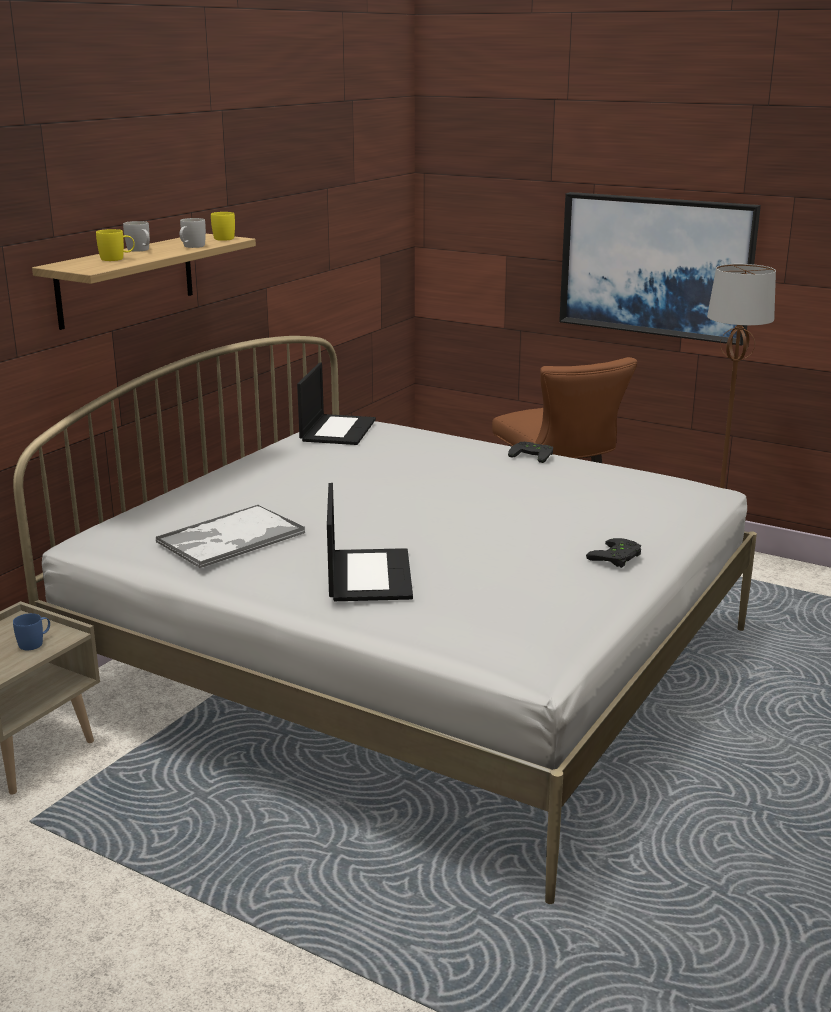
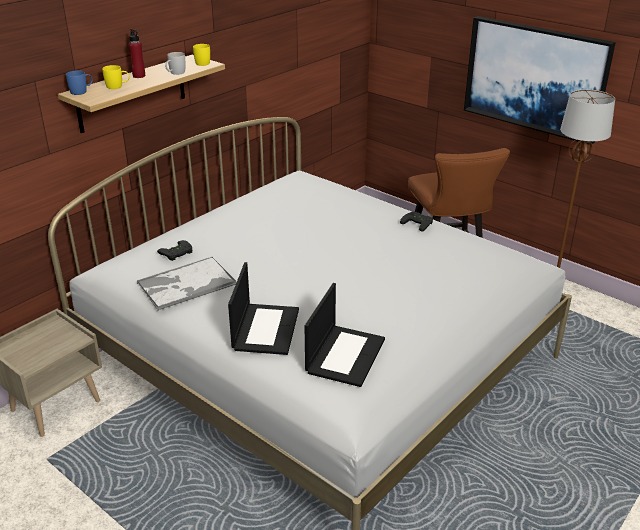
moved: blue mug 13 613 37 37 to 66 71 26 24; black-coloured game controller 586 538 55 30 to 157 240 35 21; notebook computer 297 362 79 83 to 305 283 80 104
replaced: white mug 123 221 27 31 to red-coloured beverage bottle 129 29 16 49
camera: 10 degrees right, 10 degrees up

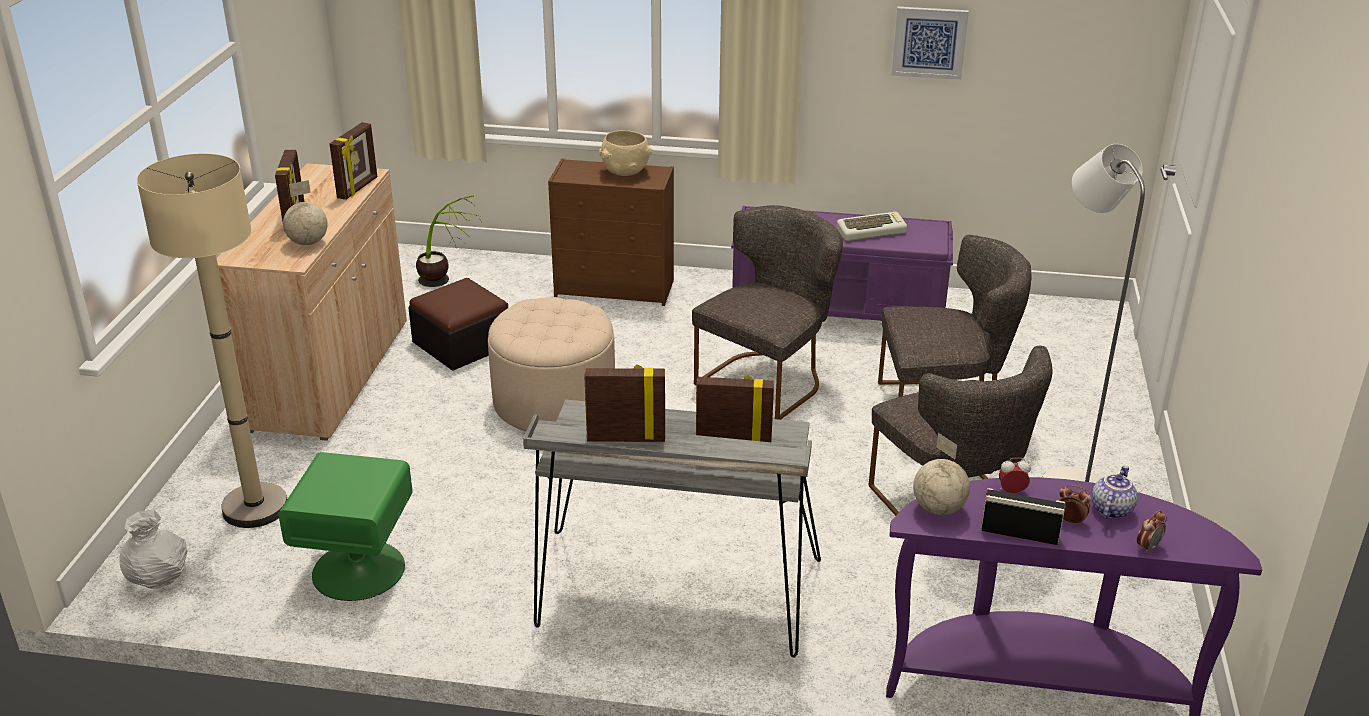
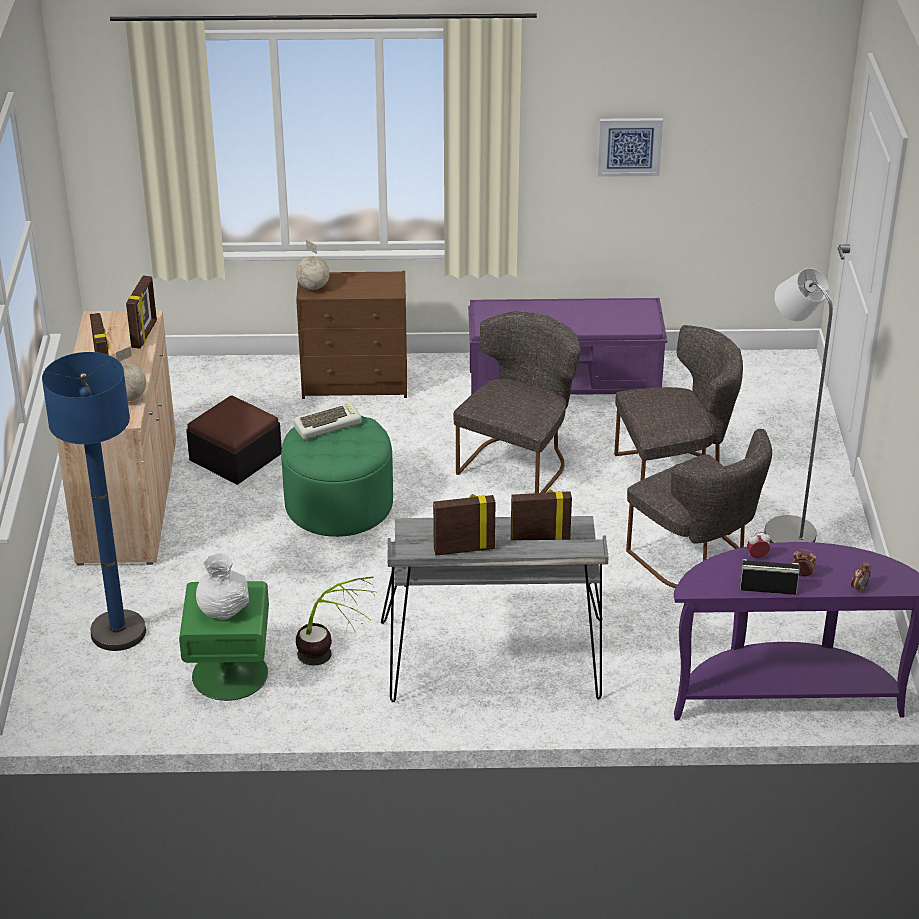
removed: beige-coloured deep dish 599 130 54 46; tea pot 1092 466 46 53
moved: white decorative vase 119 510 68 79 to 196 553 53 67; PC keyboard 837 212 70 29 to 294 402 68 37; globe 913 433 57 82 to 296 240 34 50; potted plant 416 195 66 92 to 296 577 82 89
recoloured: beige-coloured standing lamp 137 153 150 375 to blue standing lamp 42 352 104 299; beige-coloured footrest 488 297 127 134 to green-coloured footrest 281 416 112 121
camera: 10 degrees left, 5 degrees up

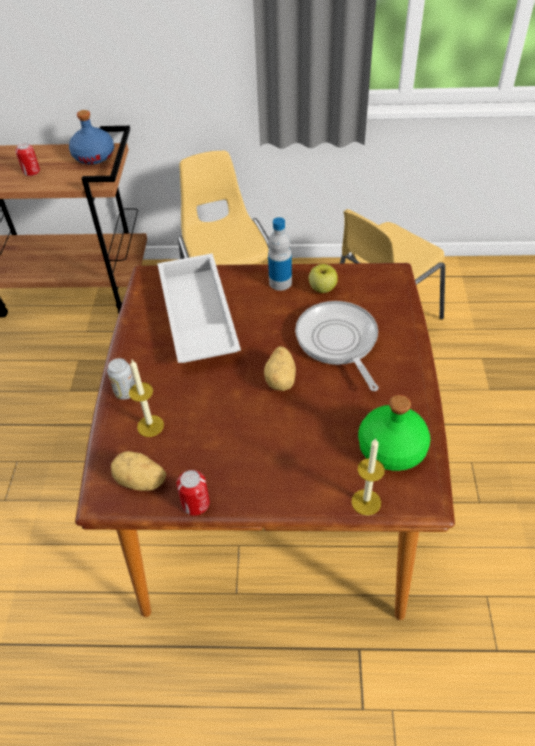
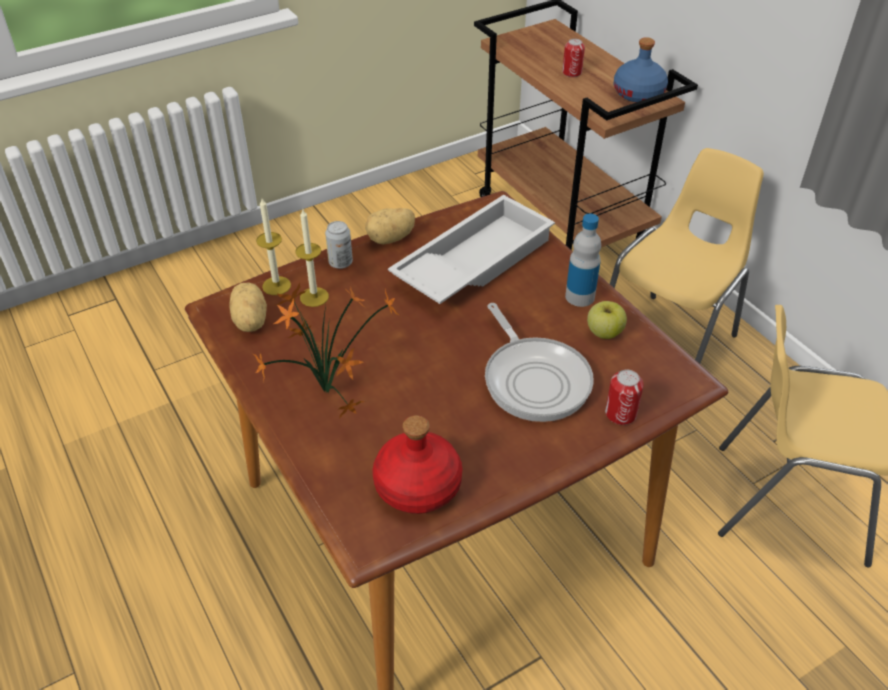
added: potted plant 253 283 146 136
moved: wax light 351 439 34 77 to 256 198 35 97; whole potato 264 346 32 45 to 365 208 50 36; sealed can 176 470 34 46 to 605 370 39 55
recoloured: green-coloured beverage bottle 358 395 72 76 to red-coloured beverage bottle 373 415 90 99
turned: pan 295 301 84 90 = 485 303 109 119 120 degrees clockwise
camera: 55 degrees right, 5 degrees down

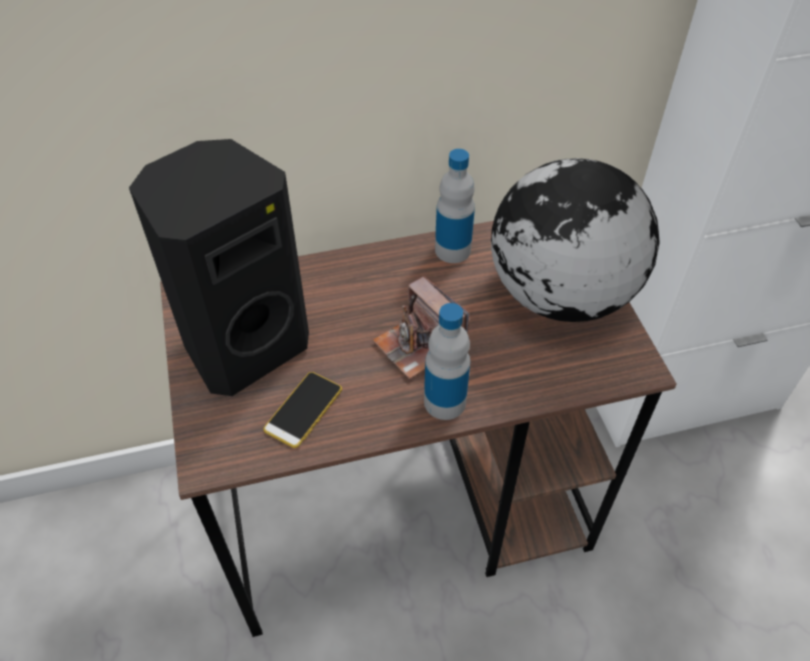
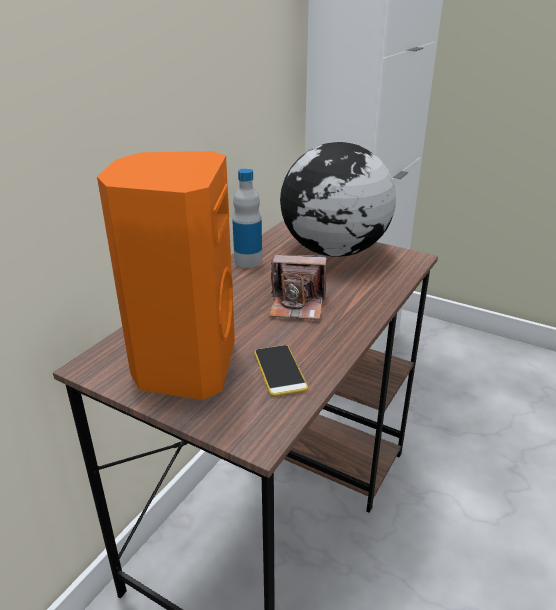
removed: beverage bottle 424 303 46 117
recoloured: black-coloured loudspeaker 129 139 180 257 to orange-coloured loudspeaker 97 151 138 249
camera: 45 degrees left, 20 degrees down

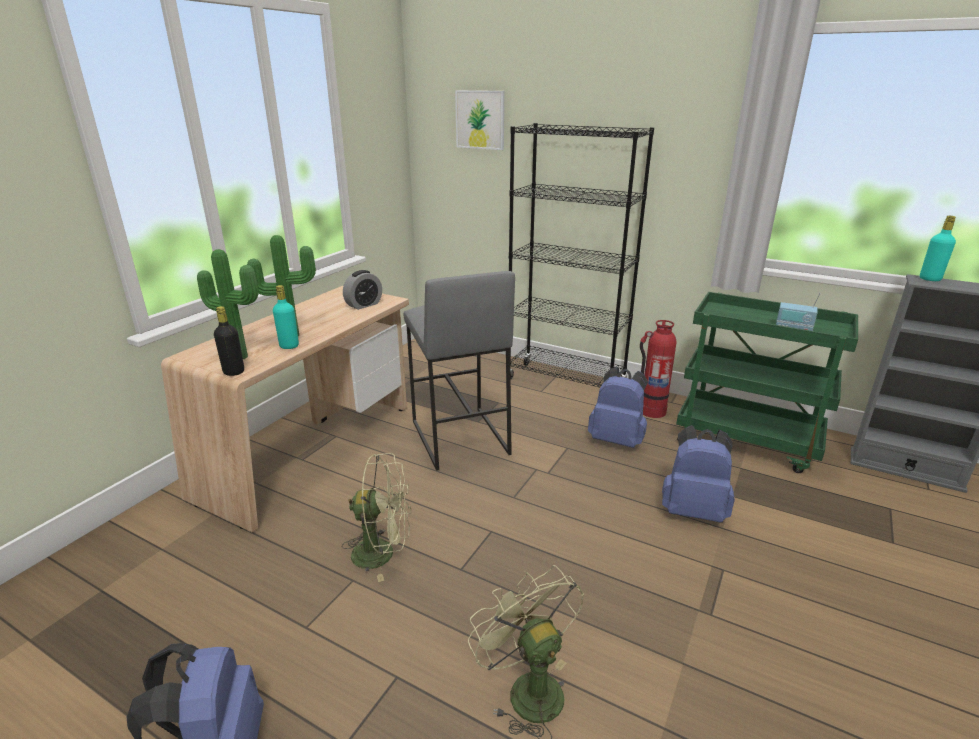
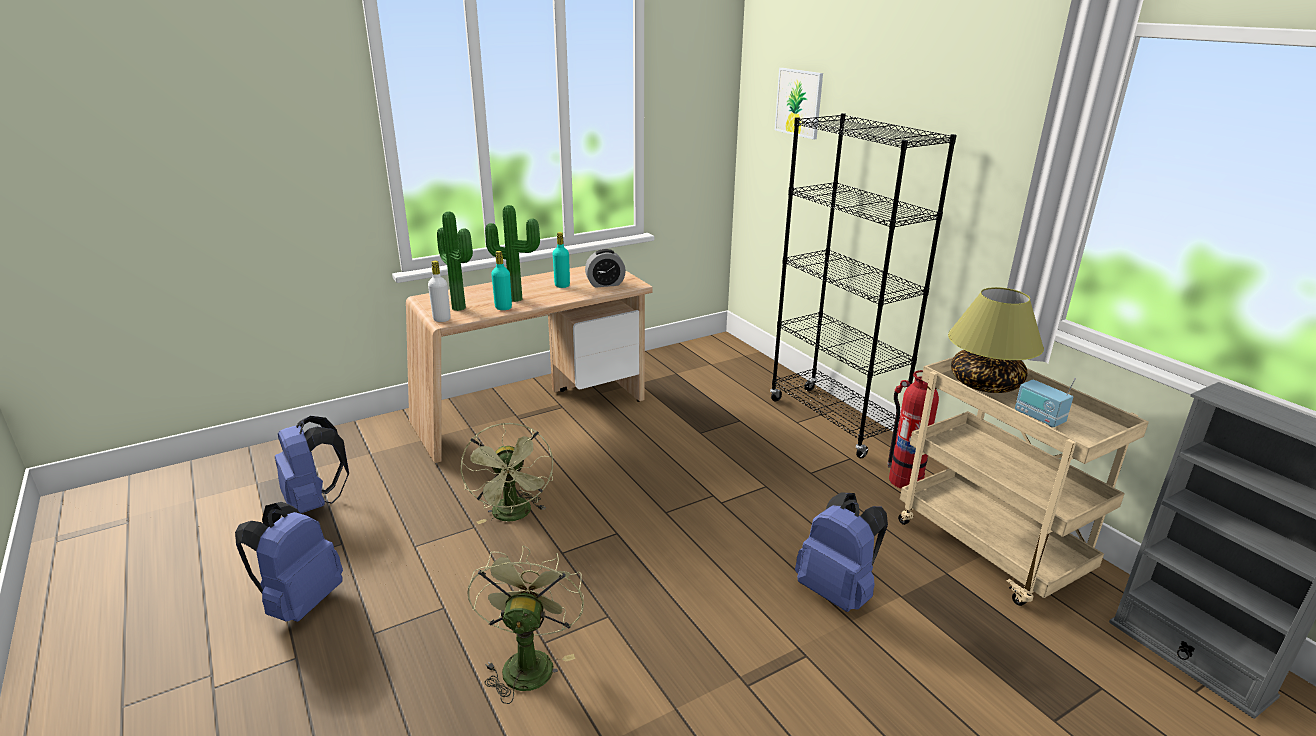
removed: greyish sitting stool 404 271 111 200
added: lamp for a table 948 287 96 106
moved: blue knapsack 588 367 60 81 to 275 416 74 98; blue-green beverage bottle 920 216 36 65 to 553 232 17 56
recoloured: black-coloured beverage bottle 214 306 30 70 to white beverage bottle 428 260 23 62; green-coloured trolley 676 292 182 181 to beige-coloured trolley 898 357 251 249
turned: green-coloured fan 342 453 69 129 = 461 423 92 101 45 degrees clockwise
camera: 30 degrees right, 0 degrees up

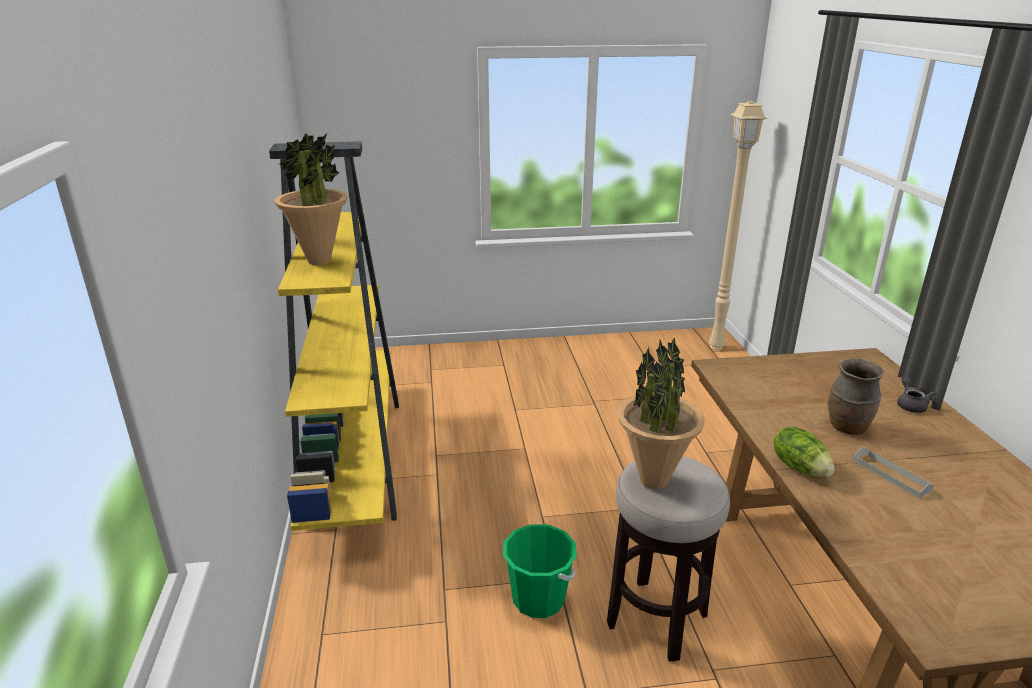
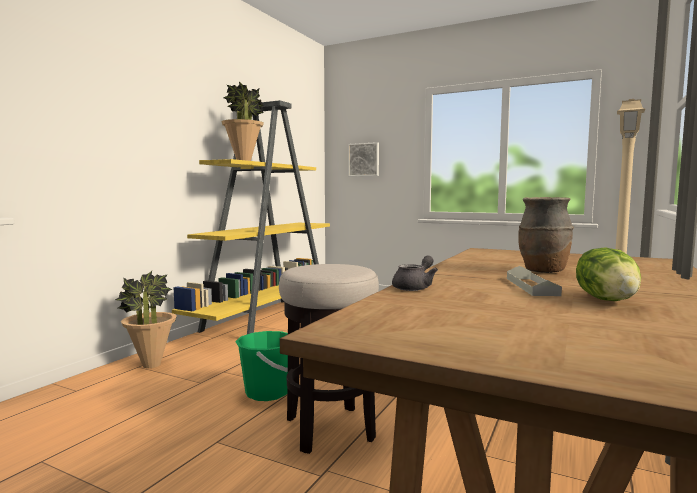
added: wall art 348 142 31 34
moved: potted plant 617 337 88 153 to 115 271 61 97; greyish tea pot 897 376 38 37 to 392 256 46 35; head of lettuce 773 427 62 50 to 576 247 65 54
camera: 35 degrees right, 20 degrees down

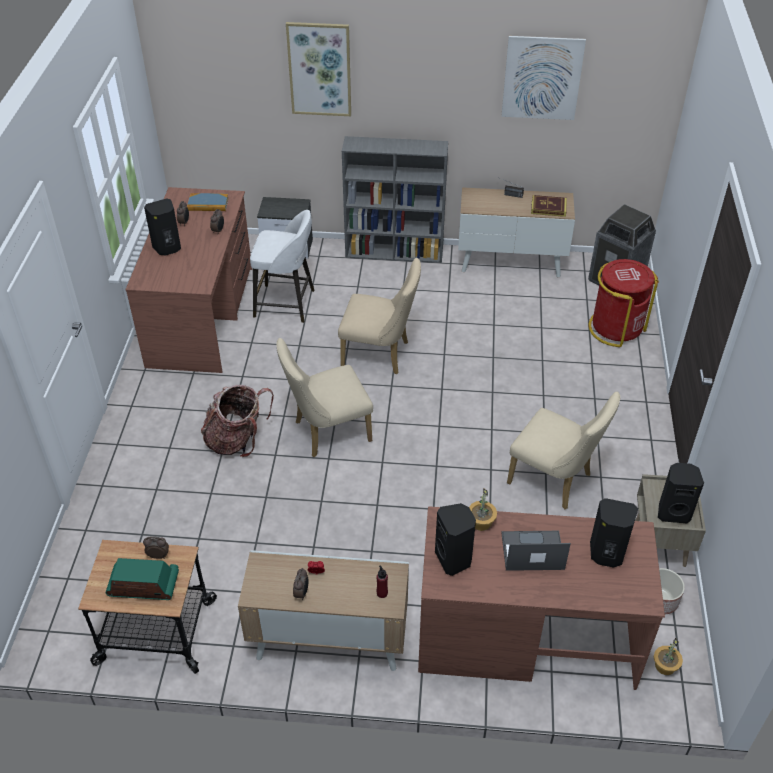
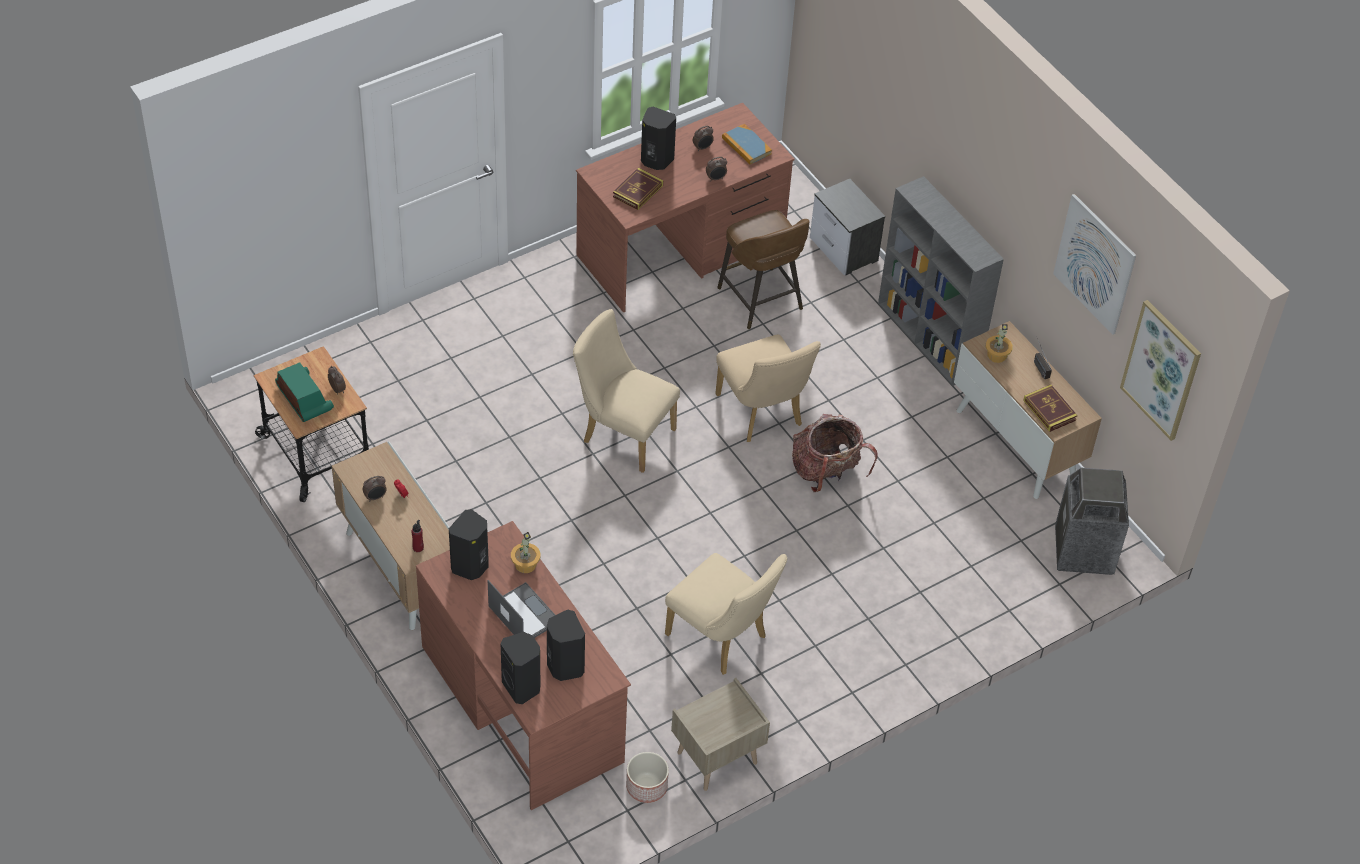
removed: red-coloured rubbish bin 589 259 70 88
added: book 613 167 50 43
moved: black-coloured loudspeaker 658 463 46 61 to 501 632 39 72; knapsack 201 385 73 72 to 792 414 86 78; potted plant 654 638 29 37 to 986 324 27 39; wall art 286 22 65 94 to 1120 300 81 141
recoloured: white sitting stool 250 210 65 113 to brownish sitting stool 717 210 93 119
turned: beige-coloured chair 507 392 113 117 = 665 553 123 122 45 degrees counterclockwise
camera: 50 degrees right, 5 degrees up

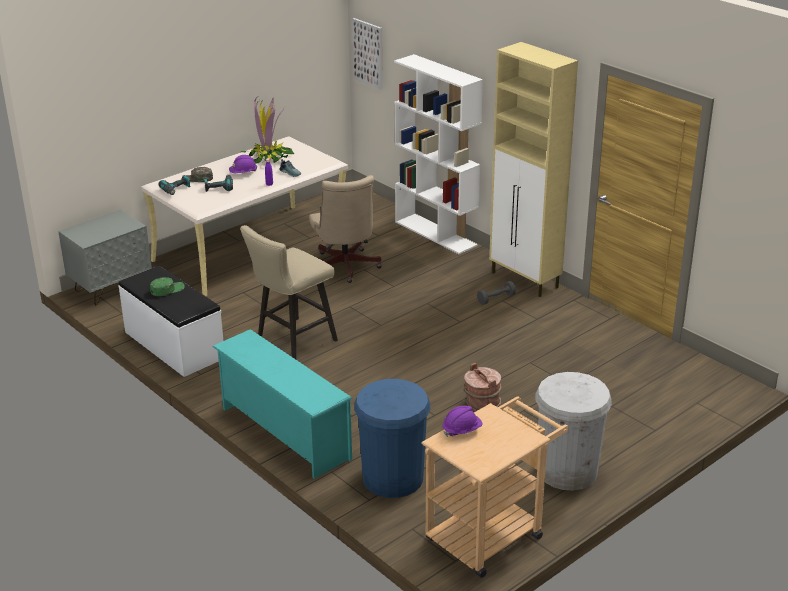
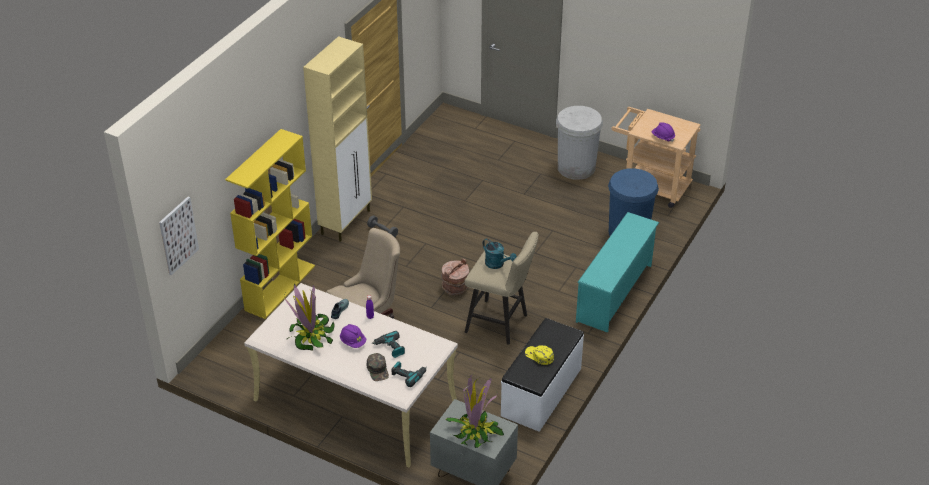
added: potted plant 445 375 59 73; blue-green watering can 483 238 34 31
moved: brownish bucket 463 363 38 49 to 441 259 28 36
recoloured: white bookshelf 394 54 89 200 to yellowish bookshelf 225 129 90 190; green-coloured cap 150 277 35 19 to yellowish cap 525 345 29 20
camera: 110 degrees left, 10 degrees up

